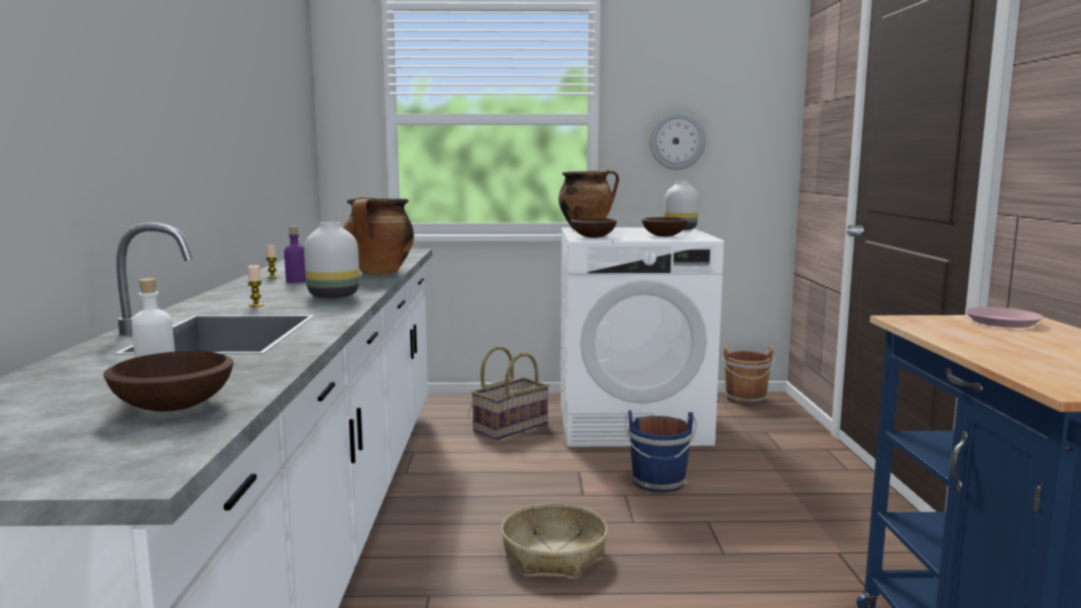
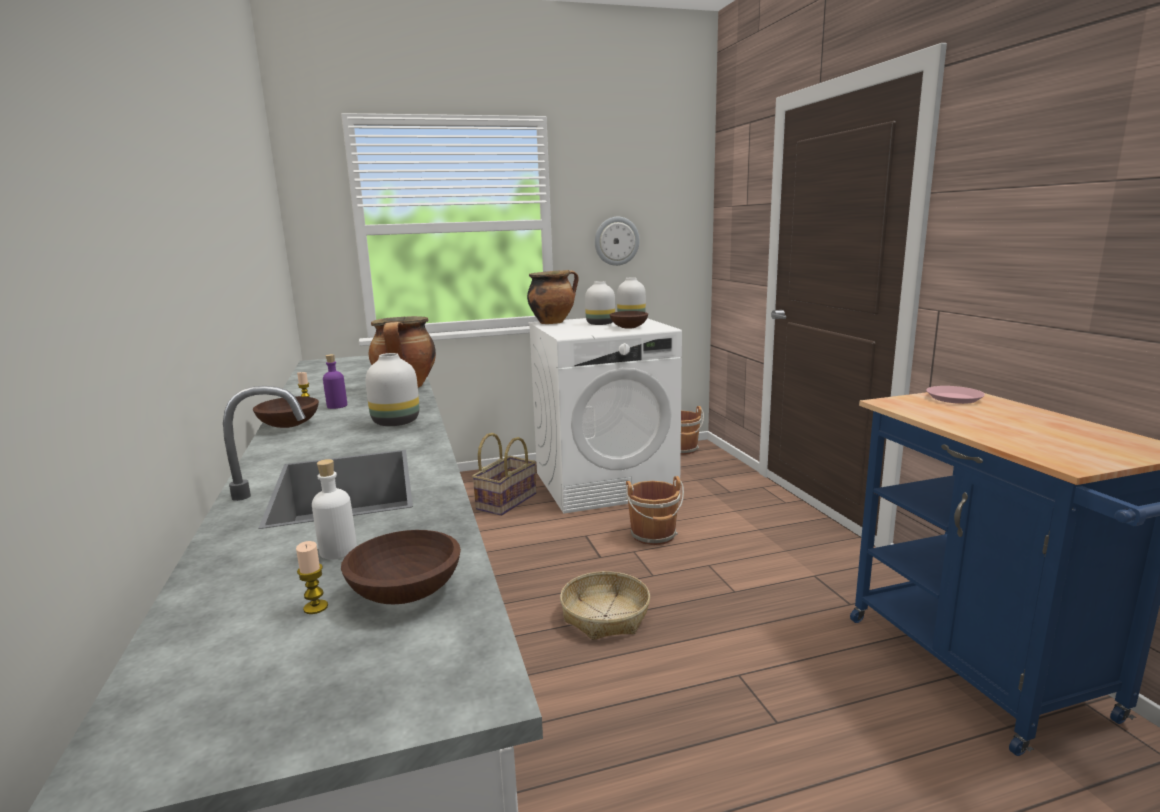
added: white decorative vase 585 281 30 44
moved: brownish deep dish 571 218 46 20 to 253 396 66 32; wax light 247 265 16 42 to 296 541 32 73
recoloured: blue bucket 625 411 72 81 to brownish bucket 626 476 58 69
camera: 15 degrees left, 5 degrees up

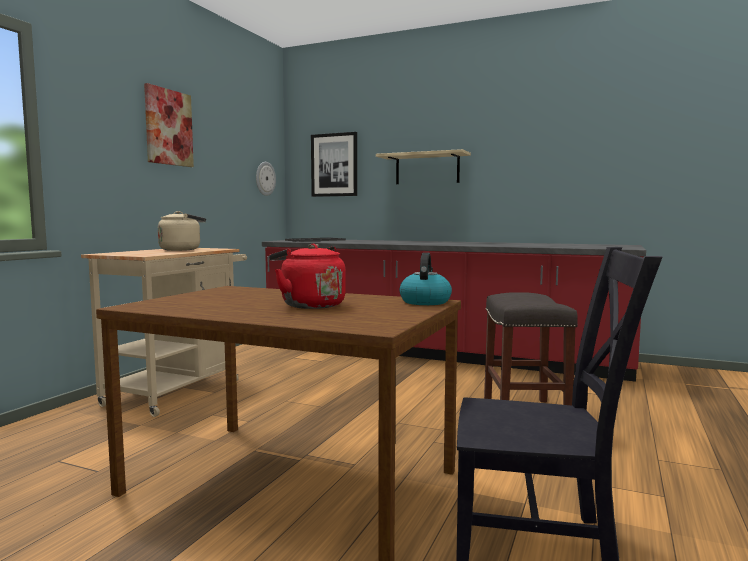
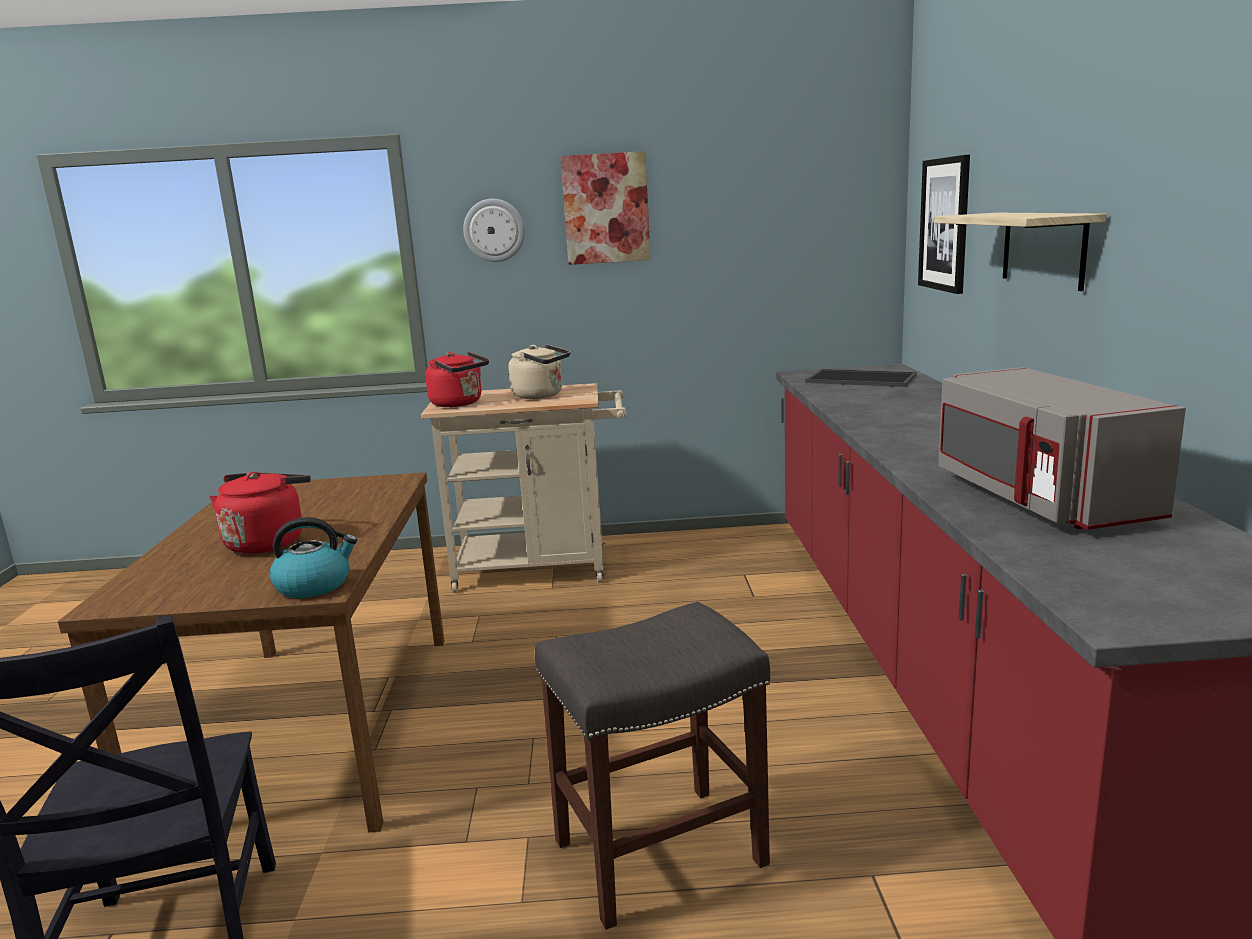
added: red-coloured tea kettle 425 352 64 55; greyish kitchen microwave 938 367 248 163
moved: wall clock 256 162 20 34 to 463 199 62 63
camera: 65 degrees right, 10 degrees up

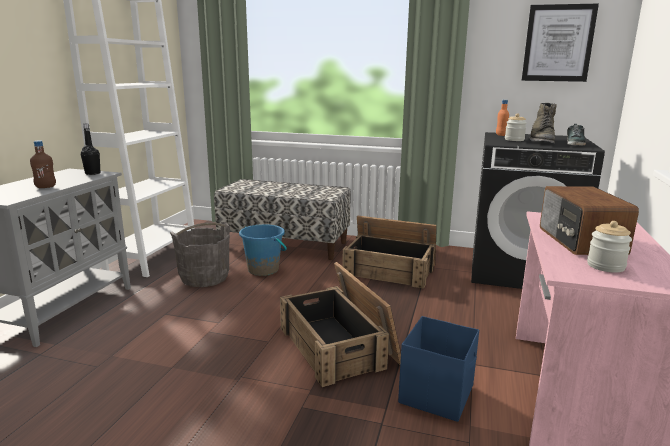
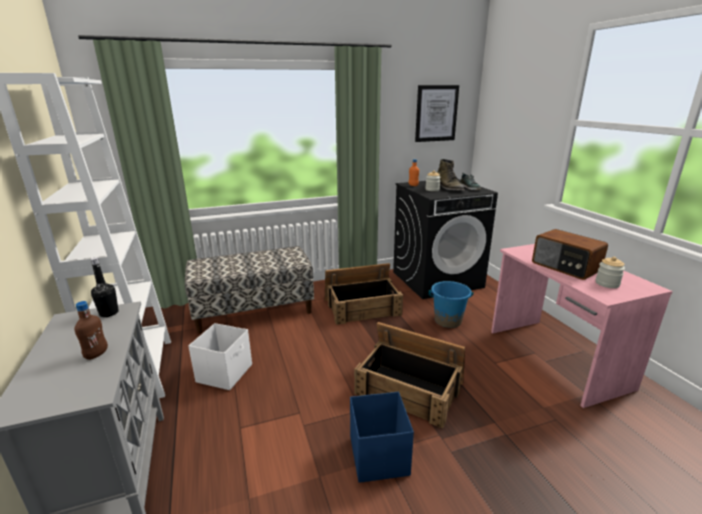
moved: blue storage box 398 316 81 106 to 350 391 64 92; blue bucket 239 224 48 52 to 429 281 45 47
replaced: greyish bucket 170 222 60 65 to white storage box 188 323 64 67
camera: 35 degrees left, 5 degrees up

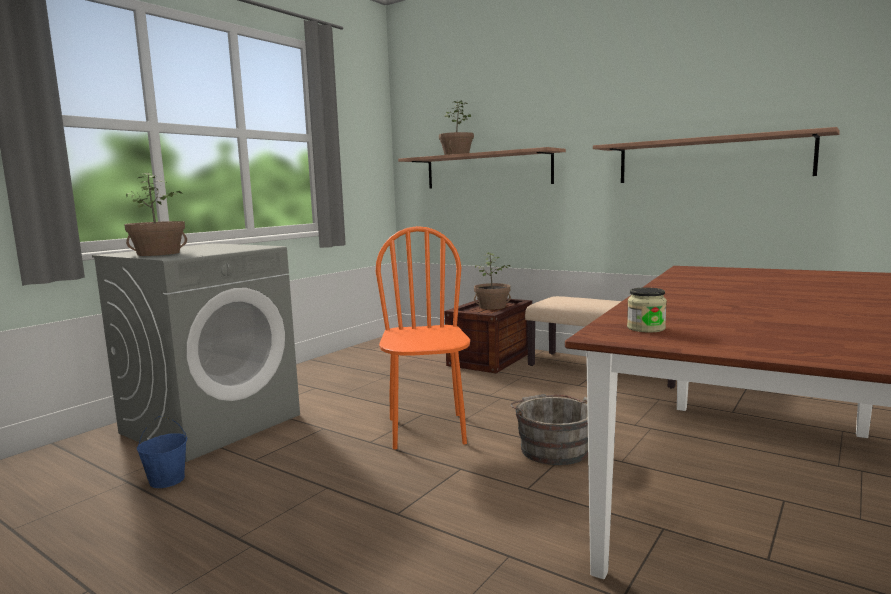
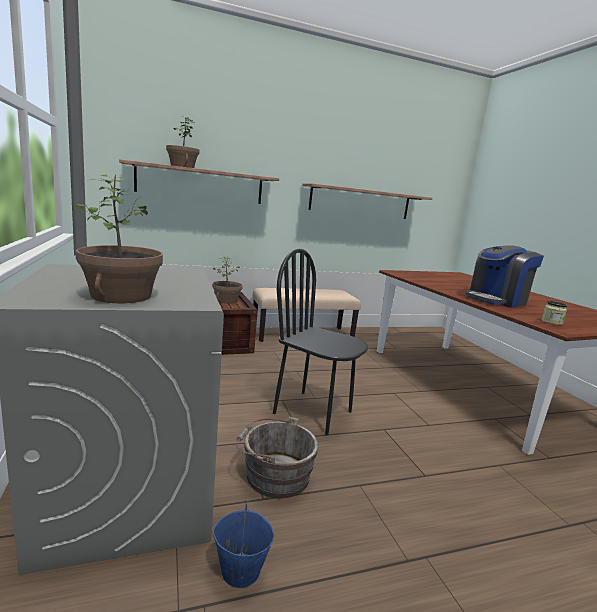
added: coffee machine 466 245 78 63
moved: greyish bucket 510 394 78 71 to 236 417 83 81
recoloured: orange-coloured chair 376 226 94 223 to black-coloured chair 273 248 96 187
camera: 55 degrees left, 5 degrees up

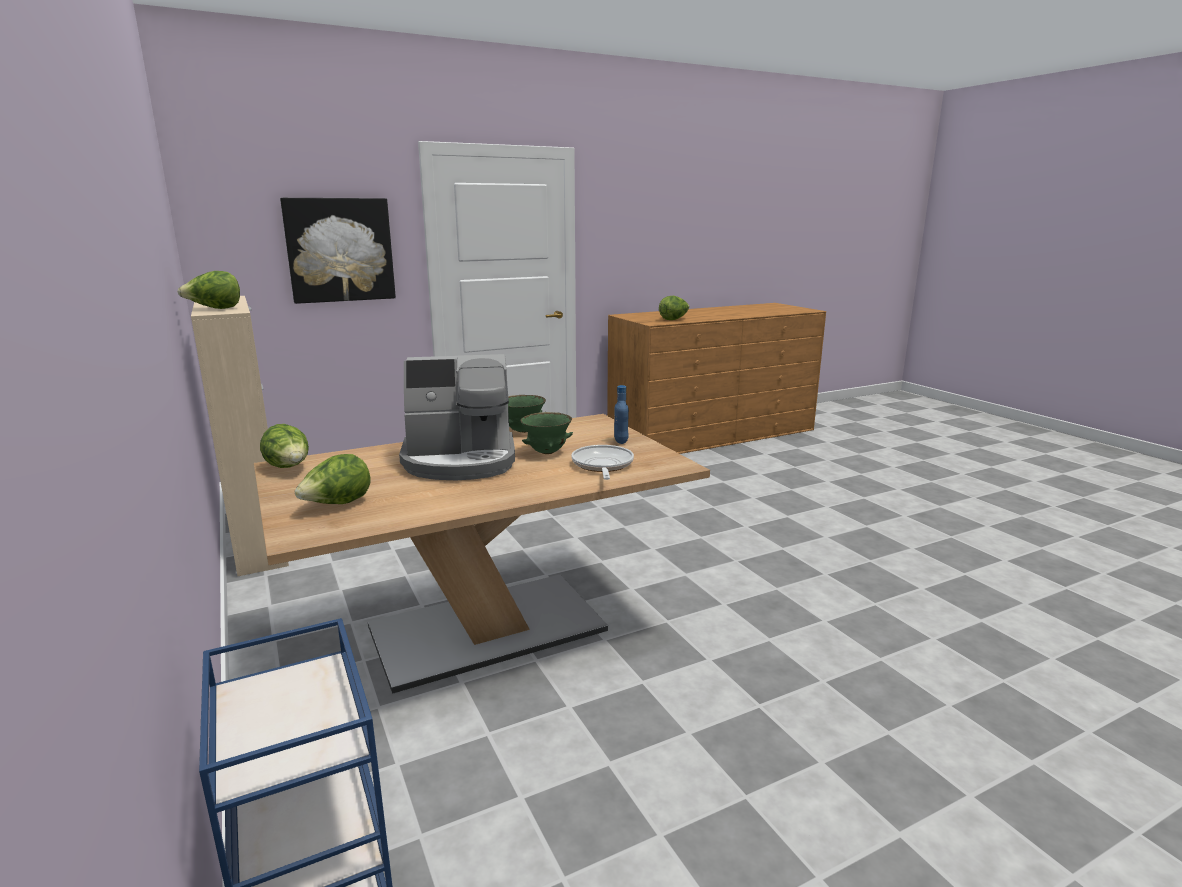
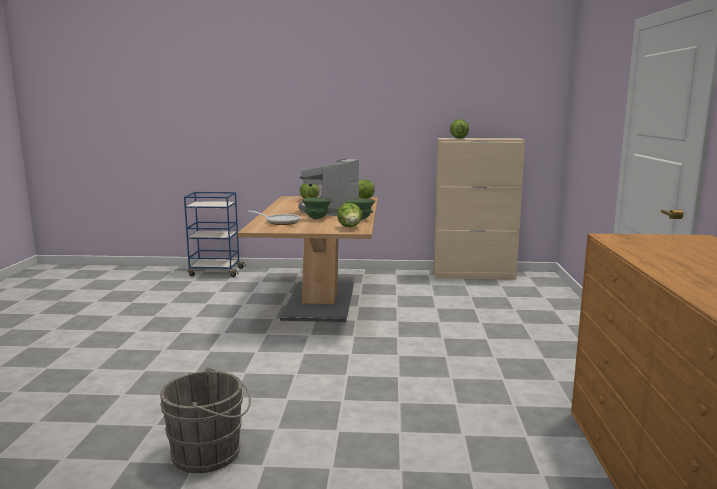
removed: wall art 280 198 116 106; blue beverage bottle 614 385 15 59
added: greyish bucket 160 367 91 106
moved: head of lettuce 659 296 31 24 to 337 203 25 24
camera: 120 degrees right, 5 degrees down

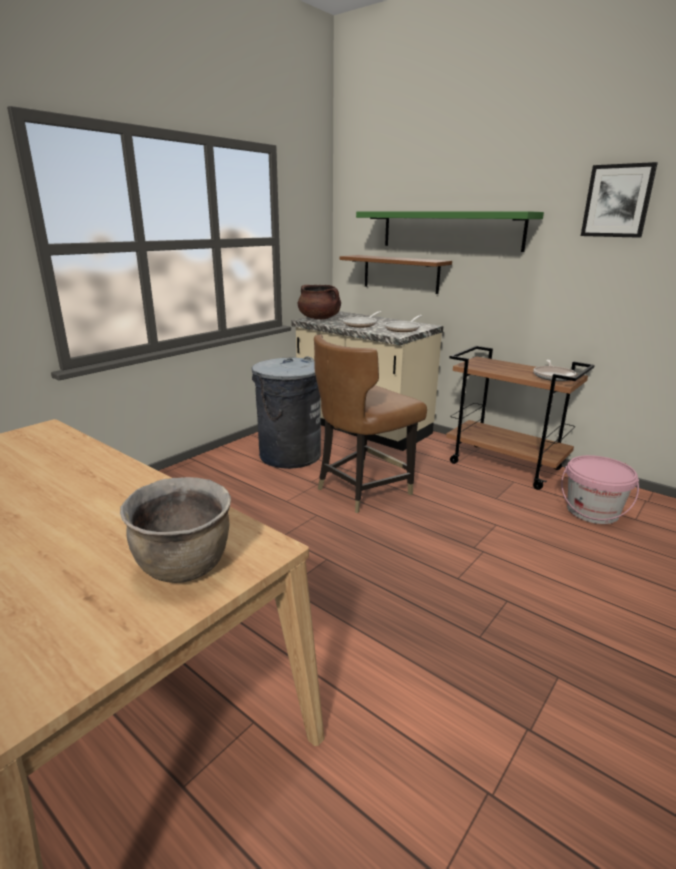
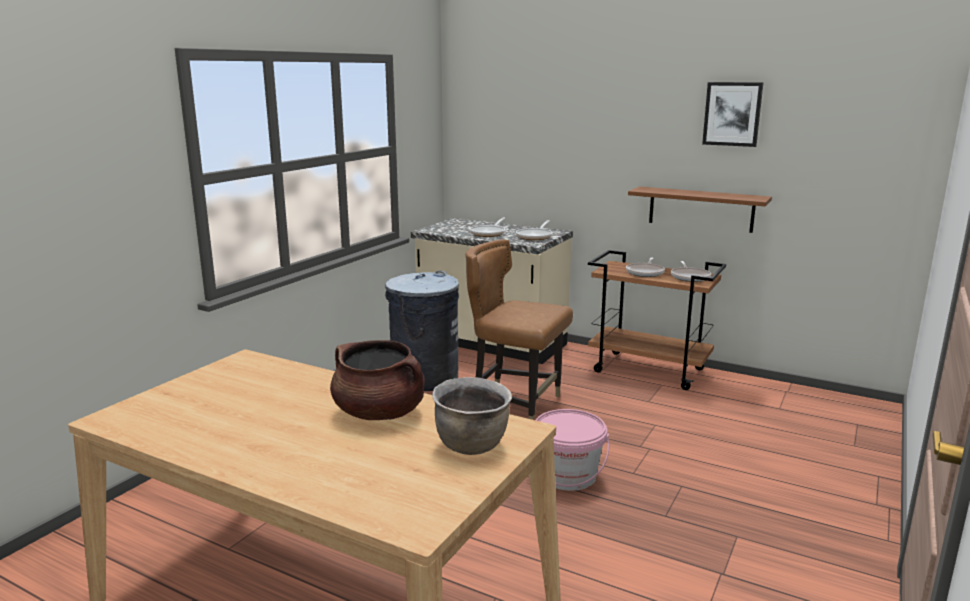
removed: green-coloured bracket shelf 356 211 188 41
added: pan 626 257 39 20
moved: brownish cooking pot 298 285 43 34 to 330 340 95 80; pink-coloured bucket 561 455 78 69 to 536 409 73 82; brownish bracket shelf 340 255 112 39 to 628 186 144 47
turned: brownish chair 314 335 113 178 = 466 239 107 181 75 degrees clockwise
camera: 10 degrees left, 5 degrees down

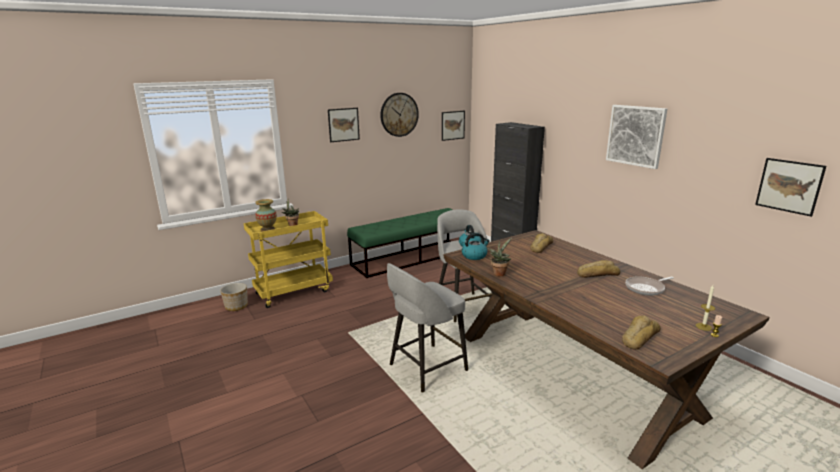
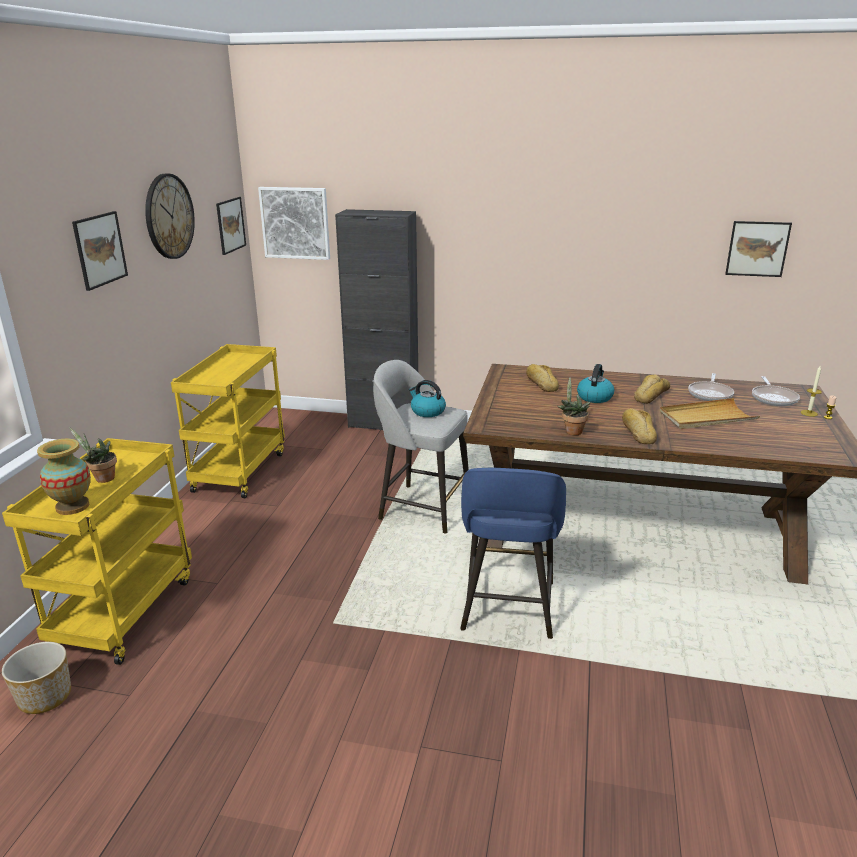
added: beige-coloured carrying tray 660 398 100 31; pan 752 376 48 30
moved: wall art 606 105 61 64 to 258 187 72 73; tea kettle 462 233 28 27 to 577 364 37 39; bread 622 316 39 34 to 622 408 35 36
replaced: green-coloured bench 347 208 106 70 to yellowish trolley 171 344 114 154
recoloured: greyish sitting stool 387 263 81 130 to blue sitting stool 460 468 106 171
camera: 45 degrees left, 5 degrees up

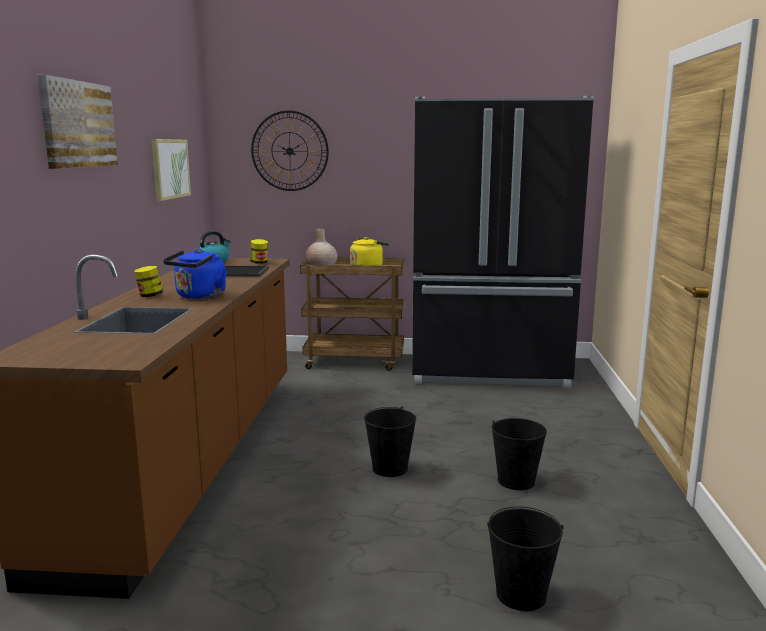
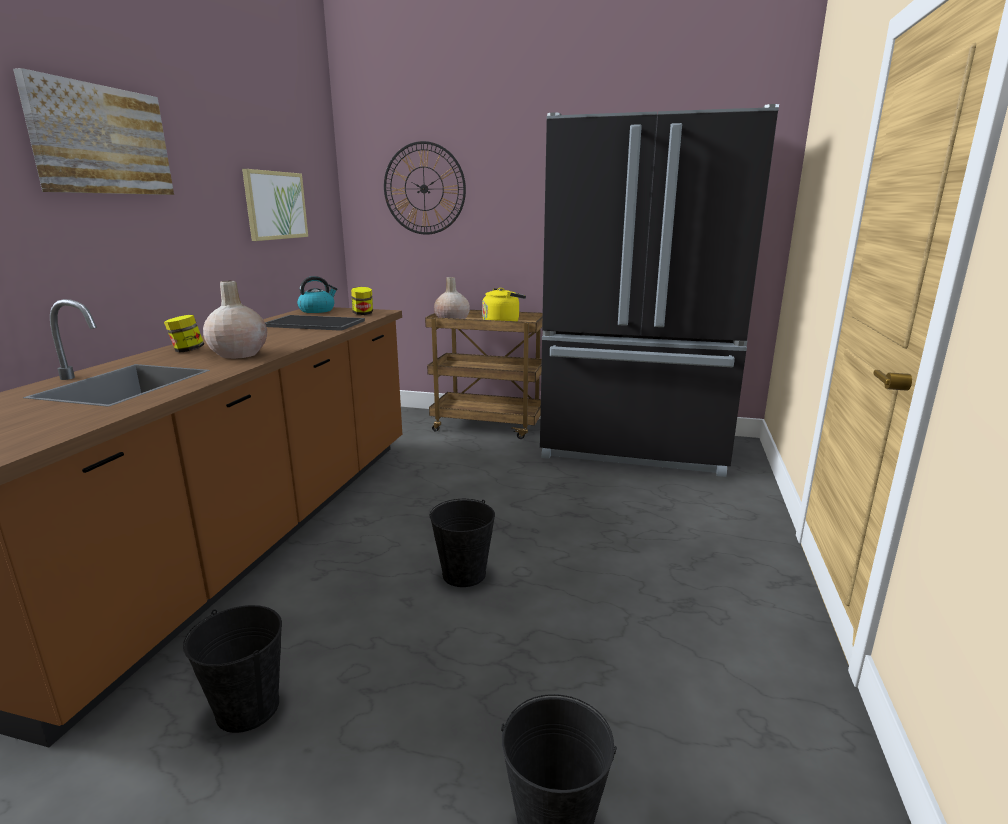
moved: black-coloured bucket 492 418 55 72 to 183 605 99 128
replaced: blue tea kettle 163 249 64 50 to beige-coloured decorative vase 203 281 64 78
camera: 10 degrees right, 5 degrees up

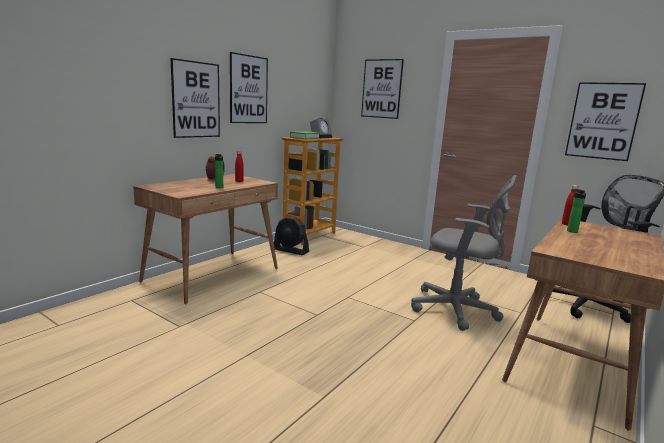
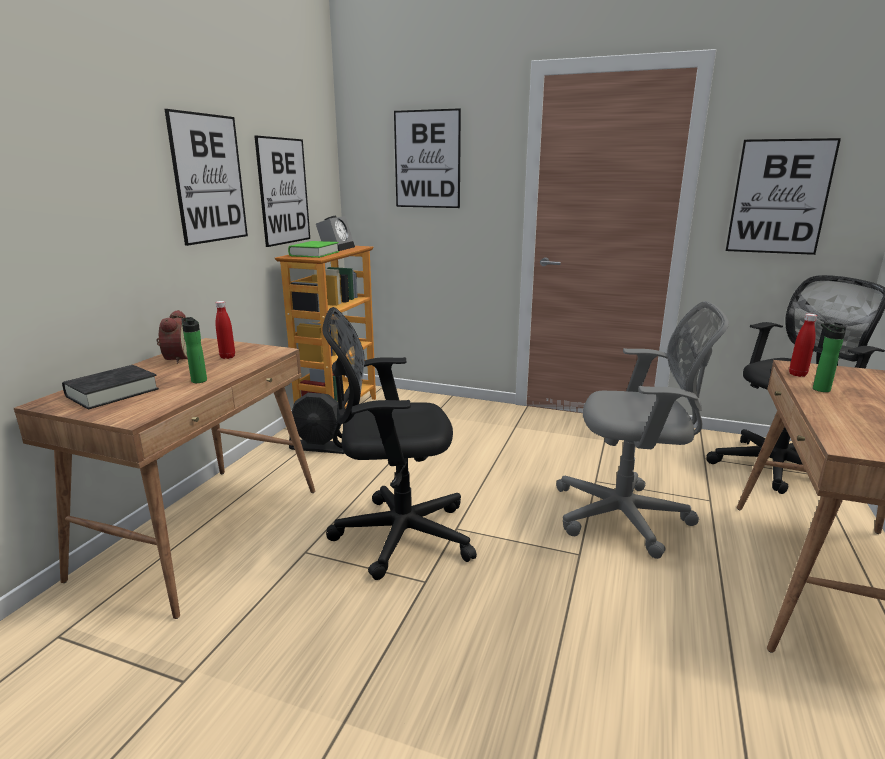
added: black-coloured book 62 365 97 45; black-coloured computer chair 322 307 155 273
moved: wall art 171 58 49 80 to 254 136 56 111
camera: 15 degrees left, 5 degrees up

